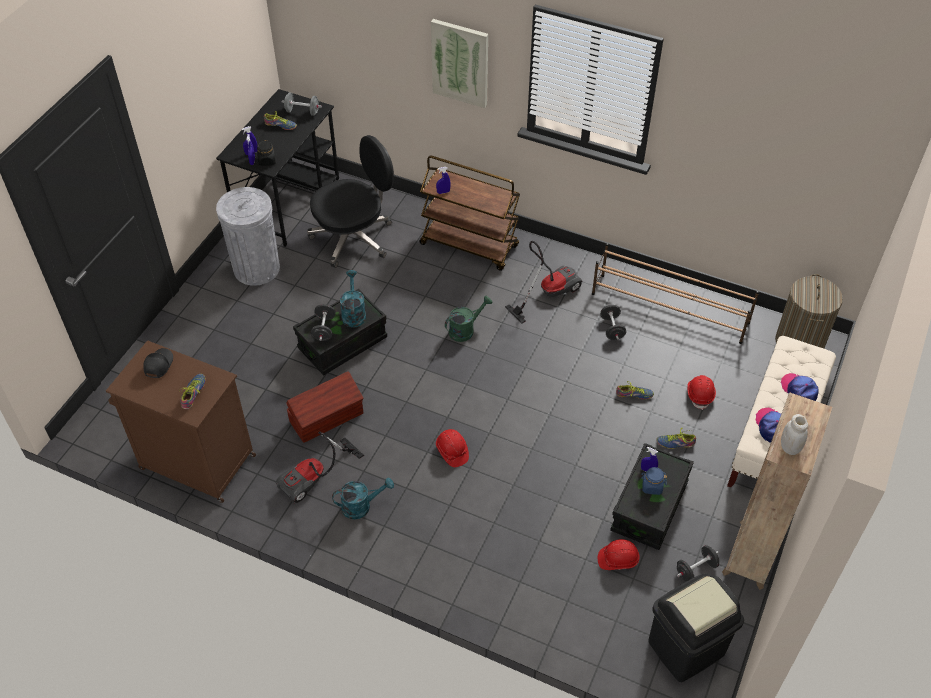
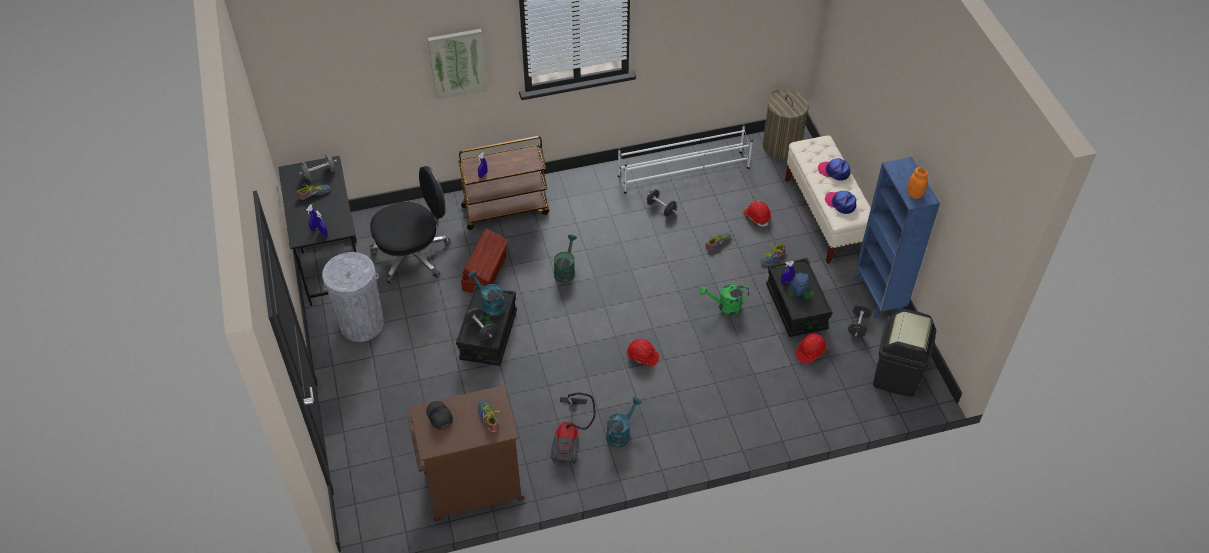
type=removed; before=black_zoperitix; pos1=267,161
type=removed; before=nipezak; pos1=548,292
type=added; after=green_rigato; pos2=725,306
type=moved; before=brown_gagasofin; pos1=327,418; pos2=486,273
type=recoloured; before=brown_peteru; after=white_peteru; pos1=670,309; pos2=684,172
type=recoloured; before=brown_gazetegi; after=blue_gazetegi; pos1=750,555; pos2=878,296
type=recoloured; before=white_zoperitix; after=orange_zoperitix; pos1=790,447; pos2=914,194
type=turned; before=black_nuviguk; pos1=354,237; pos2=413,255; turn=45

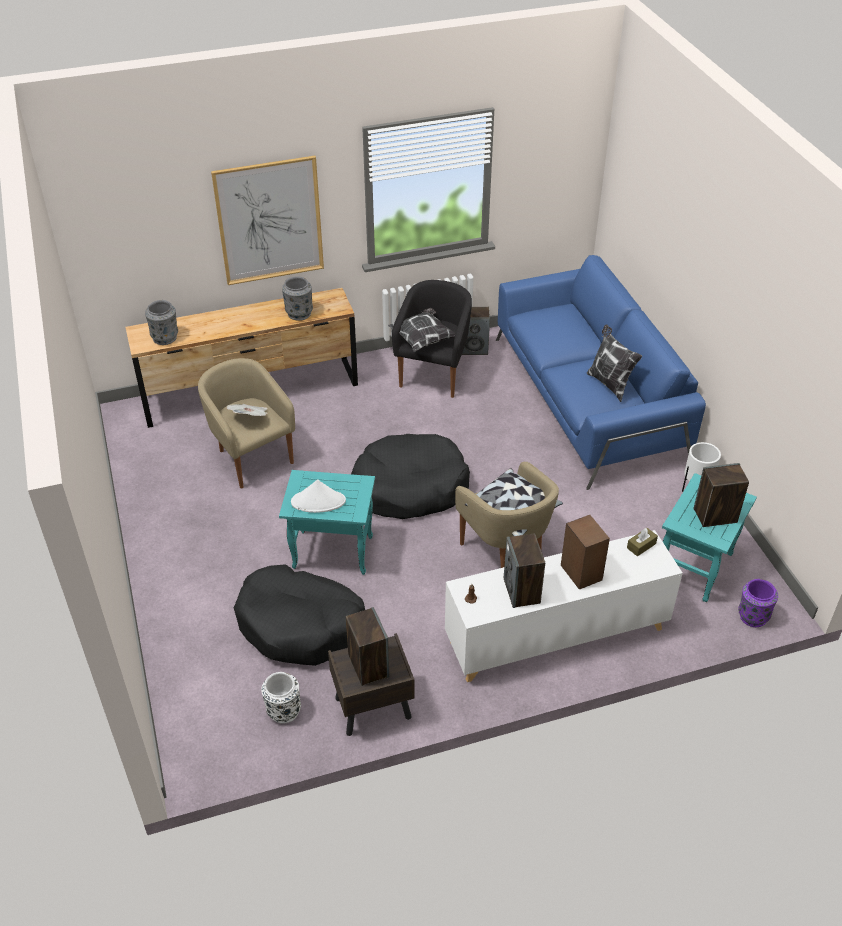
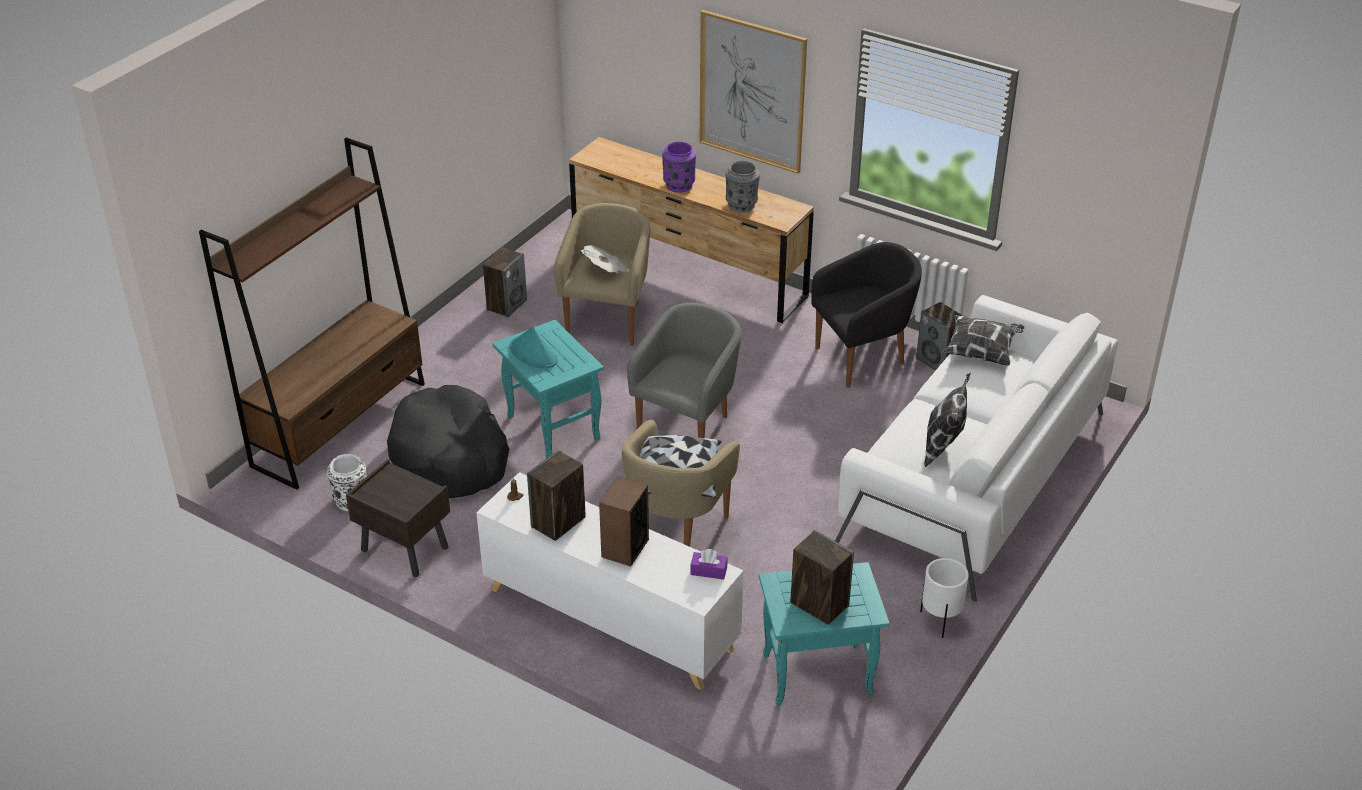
type=removed; before=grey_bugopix; pos1=165,337
type=added; after=brown_gazetegi; pos2=340,424
type=moved; before=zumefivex; pos1=368,666; pos2=507,305
type=moved; before=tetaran; pos1=423,339; pos2=982,352
type=moved; before=purple_bugopix; pos1=752,616; pos2=679,185
type=replaced; before=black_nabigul; after=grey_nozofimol; pos1=409,487; pos2=689,427
type=recoloured; before=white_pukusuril; after=turquoise_pukusuril; pos1=318,501; pos2=533,354
type=recoloured; before=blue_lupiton; after=white_lupiton; pos1=588,398; pos2=974,475
type=recoloured; before=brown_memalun; after=purple_memalun; pos1=641,546; pos2=708,571

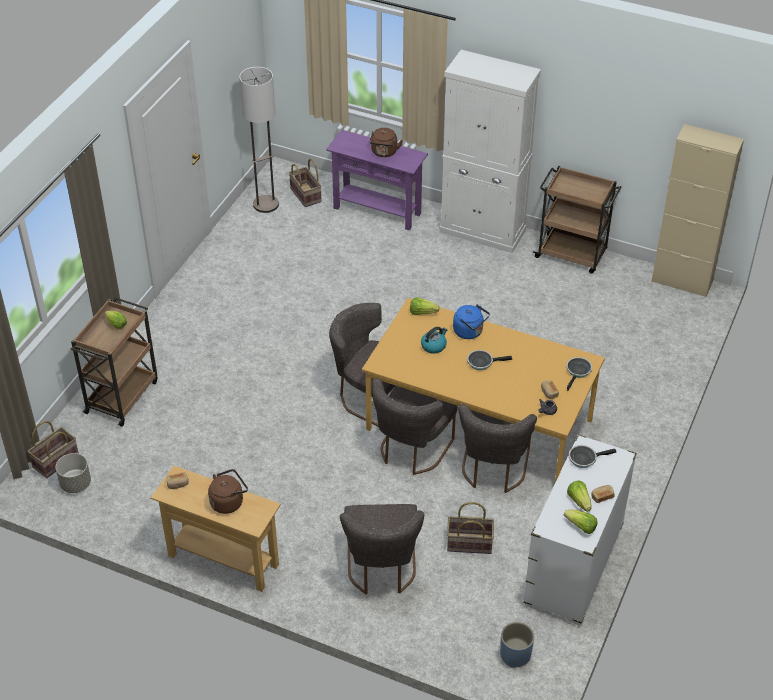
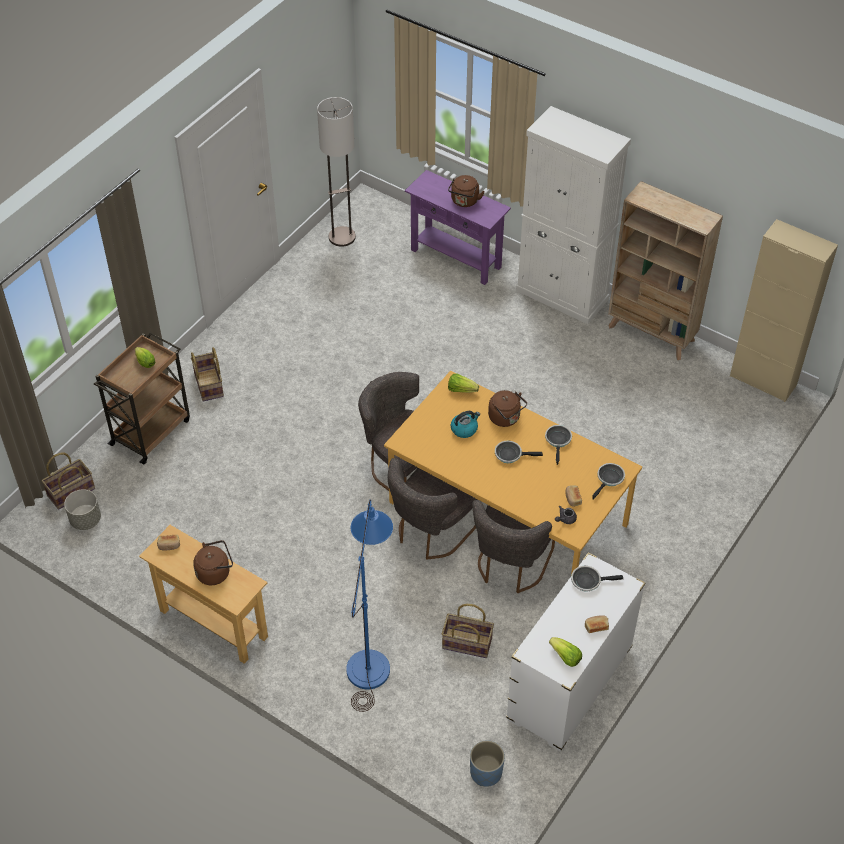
type=removed; before=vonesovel; pos1=579,501
type=added; after=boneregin; pos2=558,441
type=moved; before=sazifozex; pos1=306,195; pos2=209,385
type=replaced; before=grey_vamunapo; after=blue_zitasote; pos1=381,570; pos2=370,659
type=replaced; before=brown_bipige; after=beige_gazetegi; pos1=572,254; pos2=651,334
type=recoloured; before=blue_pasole; after=brown_pasole; pos1=470,332; pos2=506,418

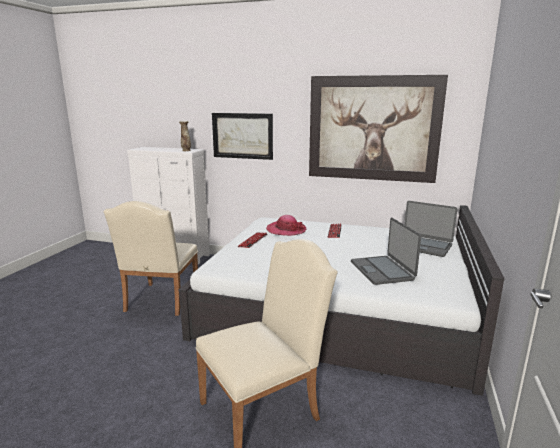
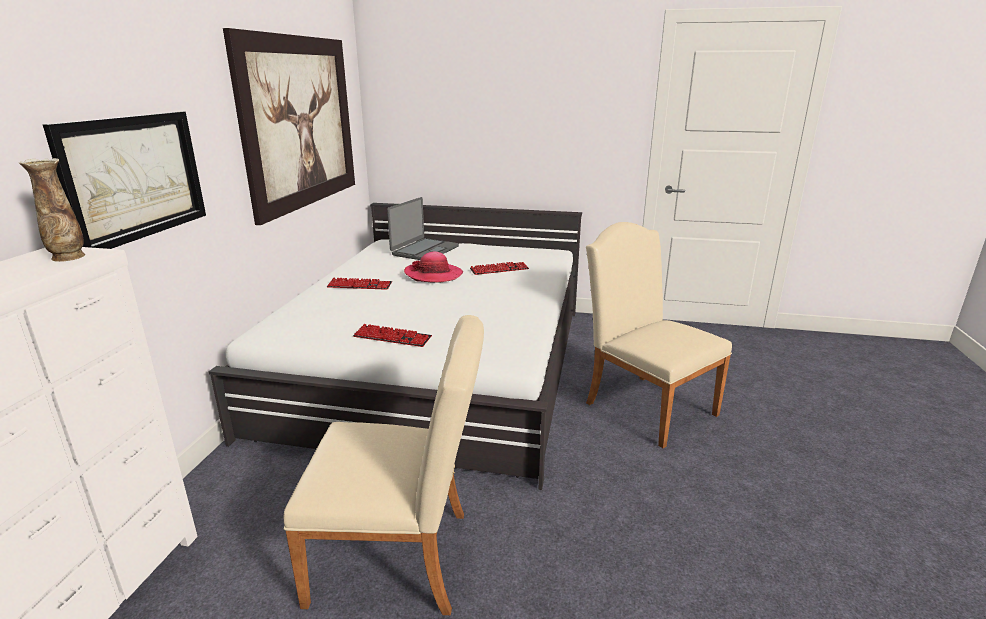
type=moved; before=pukusuril; pos1=286,230; pos2=433,275
type=replaced; before=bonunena; after=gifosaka; pos1=382,270; pos2=499,269

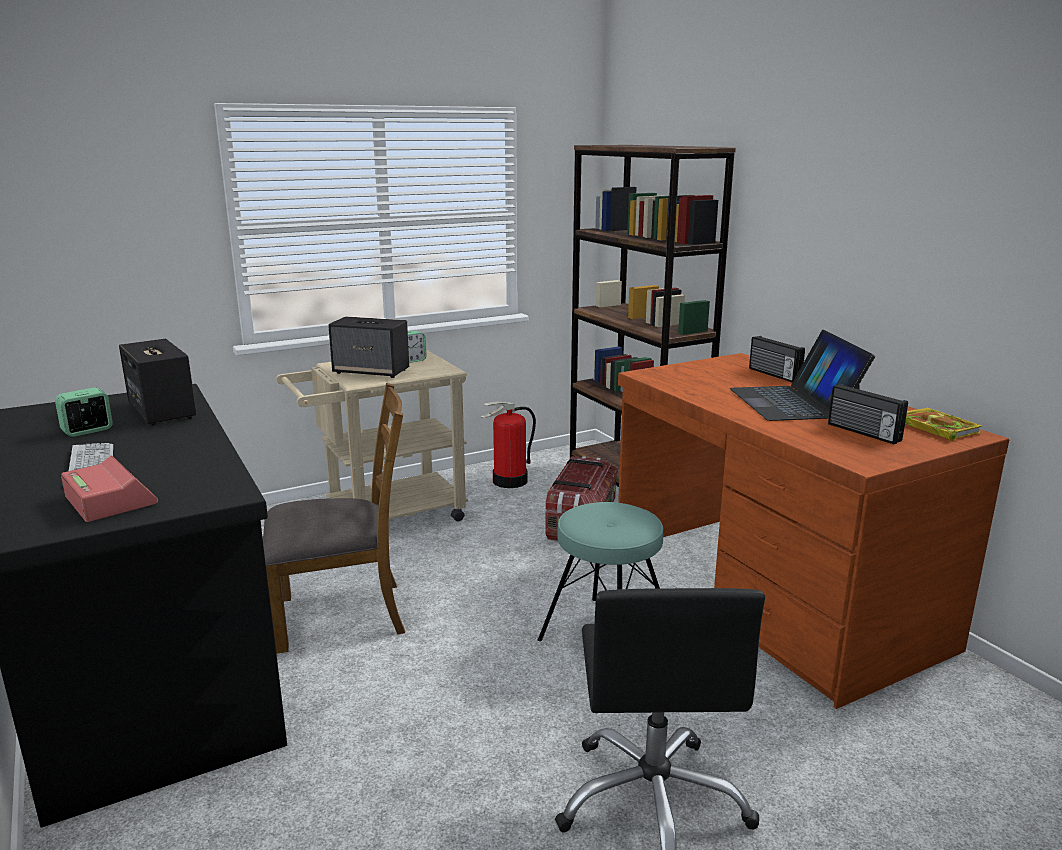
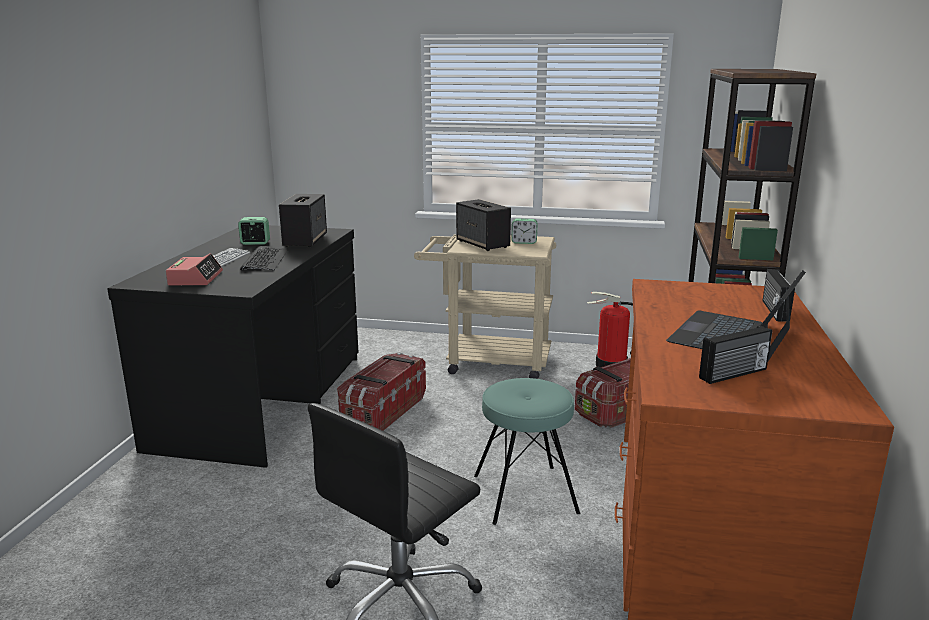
type=removed; before=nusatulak; pos1=934,427
type=added; after=gifosaka; pos2=265,260
type=replaced; before=brown_vamunapo; after=gagasofin; pos1=342,615; pos2=383,411
type=turned; before=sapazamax; pos1=863,432; pos2=734,374; turn=-120

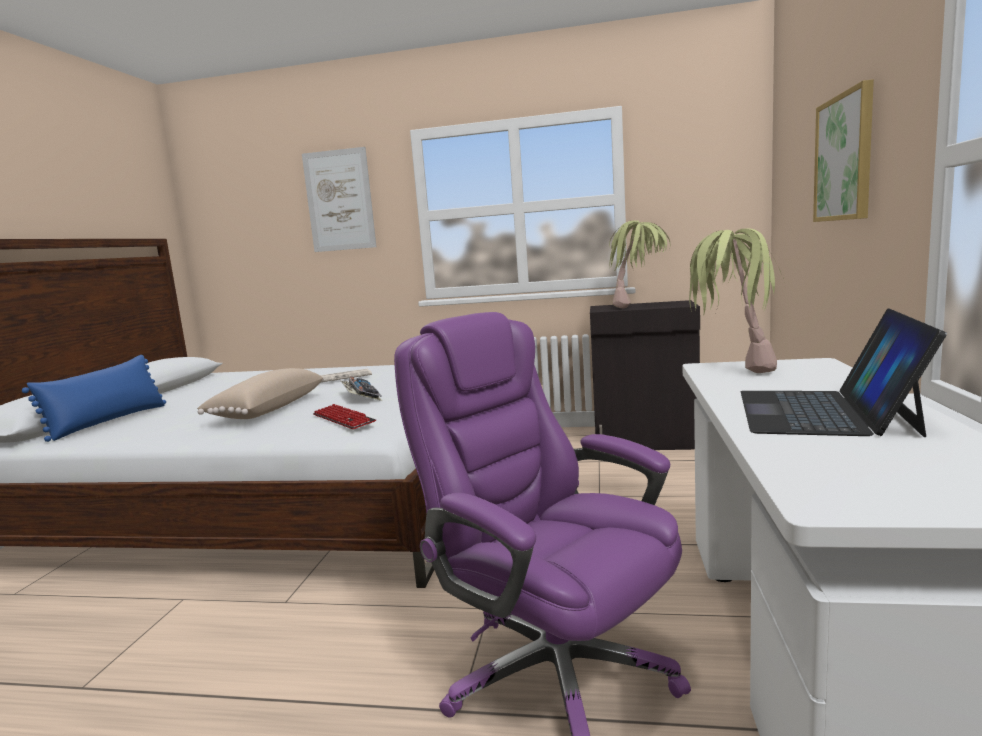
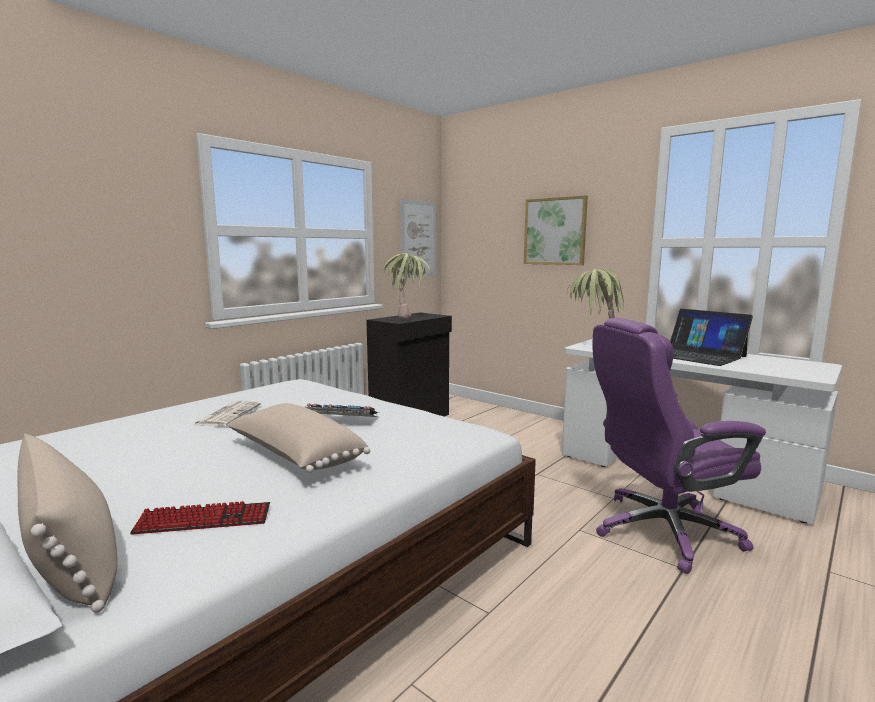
type=moved; before=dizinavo; pos1=339,200; pos2=418,239
type=moved; before=gifosaka; pos1=343,419; pos2=203,520
type=recoloured; before=blue_tetaran; after=beige_tetaran; pos1=108,421; pos2=72,555

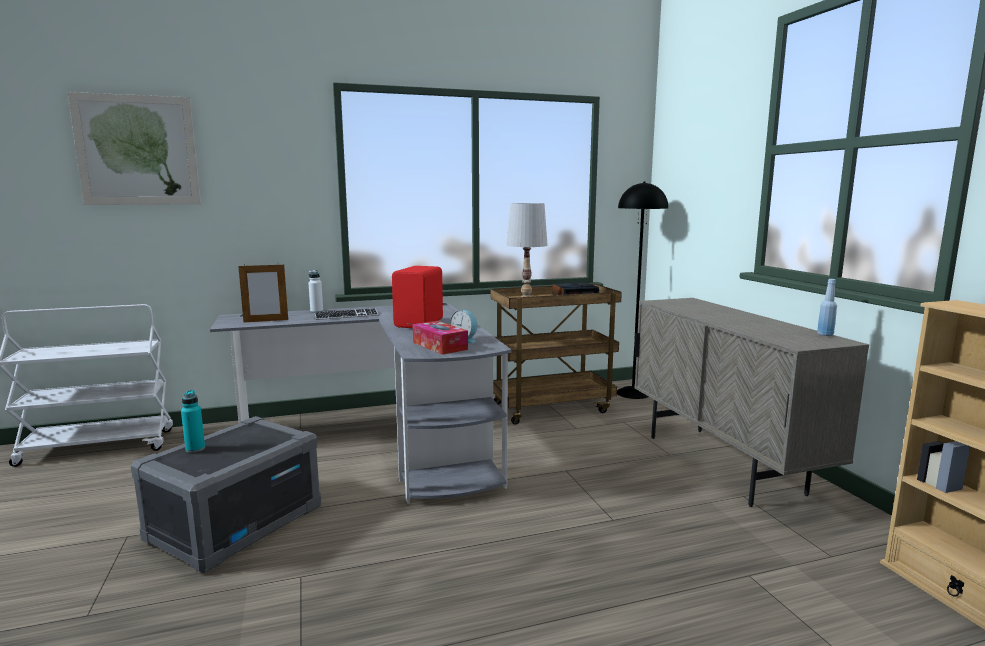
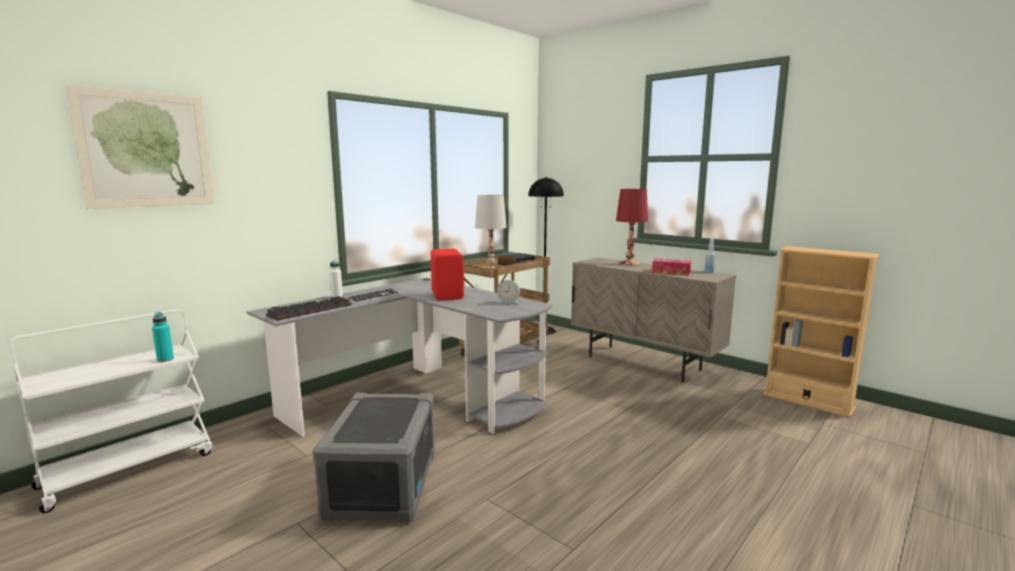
type=added; after=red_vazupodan; pos2=629,263
type=moved; before=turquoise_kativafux; pos1=195,449; pos2=165,359
type=moved; before=memalun; pos1=440,346; pos2=671,272
type=replaced; before=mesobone; after=gifosaka; pos1=266,321; pos2=311,310

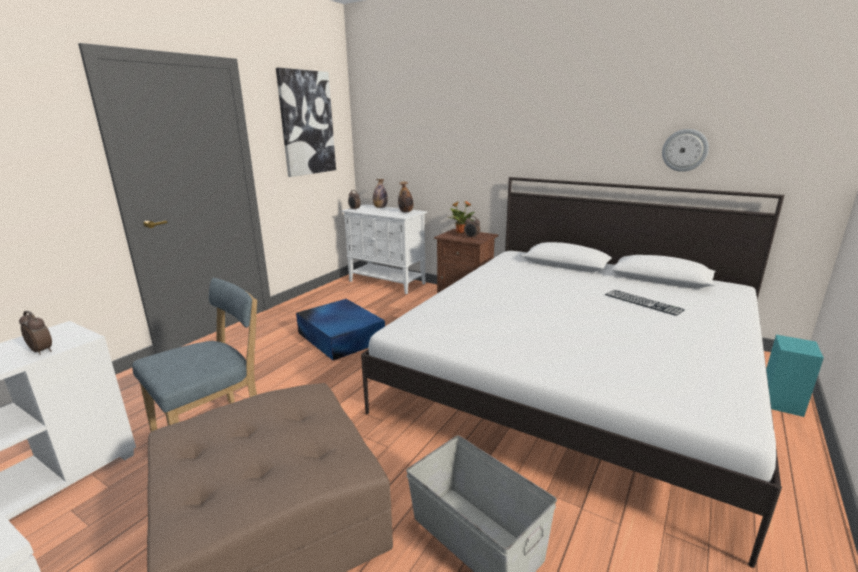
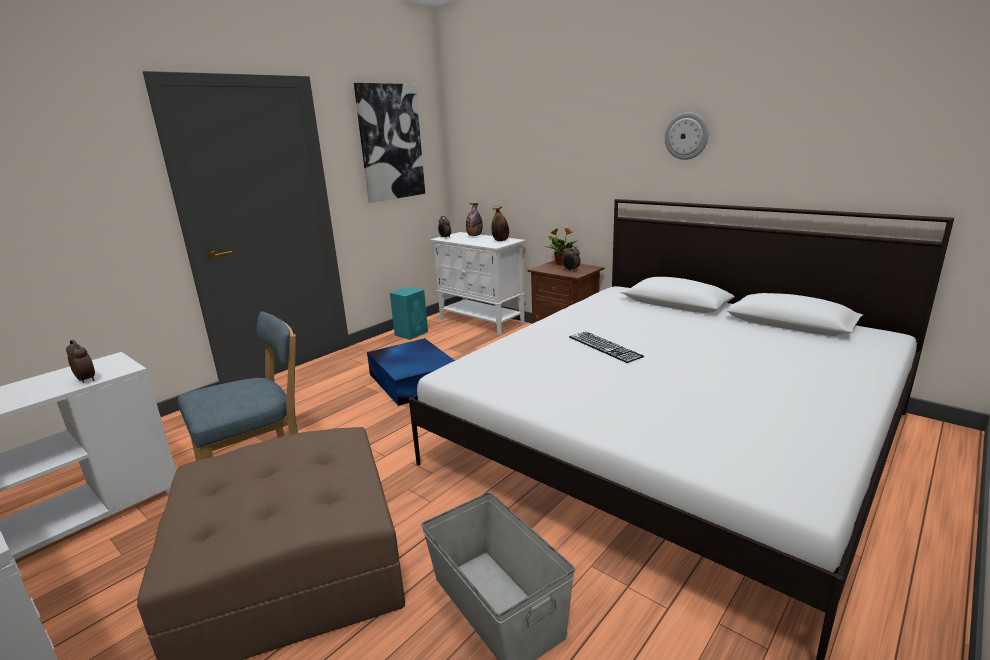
type=moved; before=gifosaka; pos1=643,302; pos2=604,346
type=moved; before=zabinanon; pos1=684,150; pos2=686,136
type=moved; before=turquoise_zumefivex; pos1=781,401; pos2=412,333

